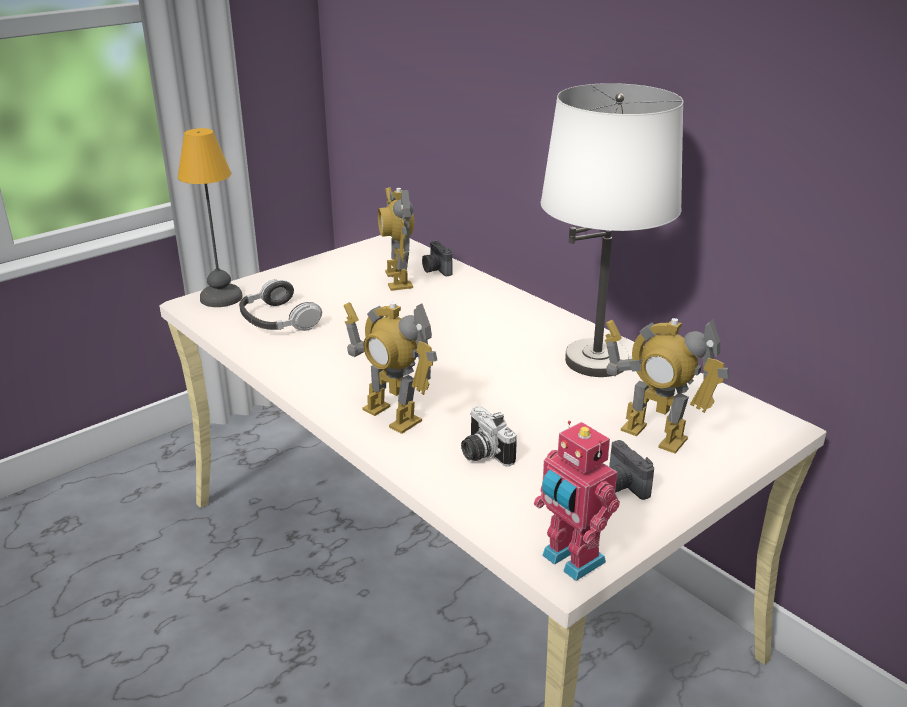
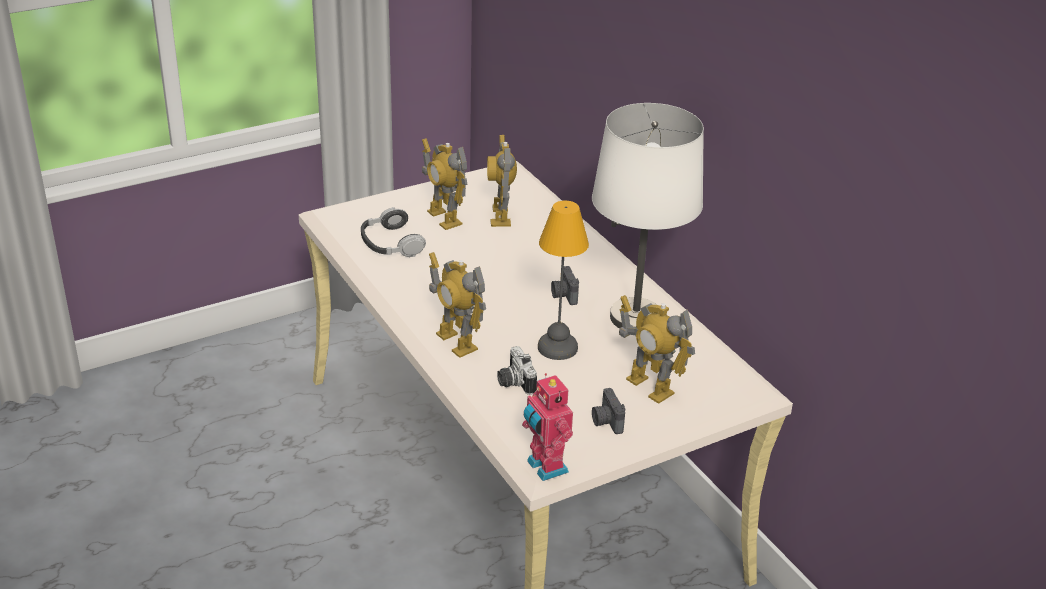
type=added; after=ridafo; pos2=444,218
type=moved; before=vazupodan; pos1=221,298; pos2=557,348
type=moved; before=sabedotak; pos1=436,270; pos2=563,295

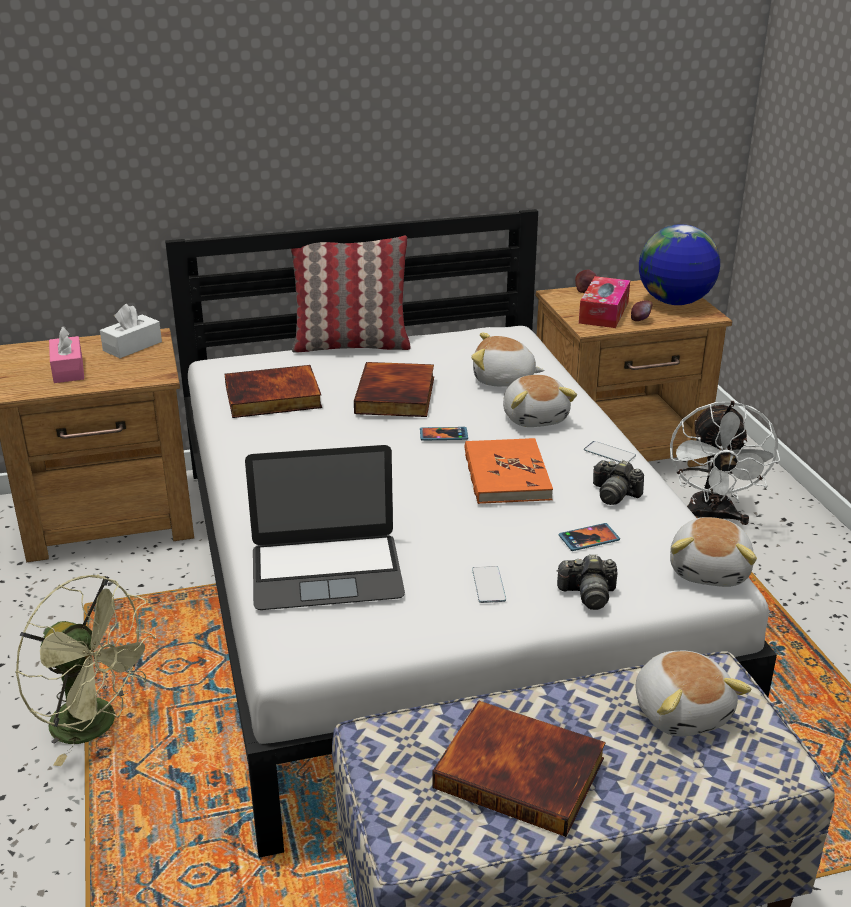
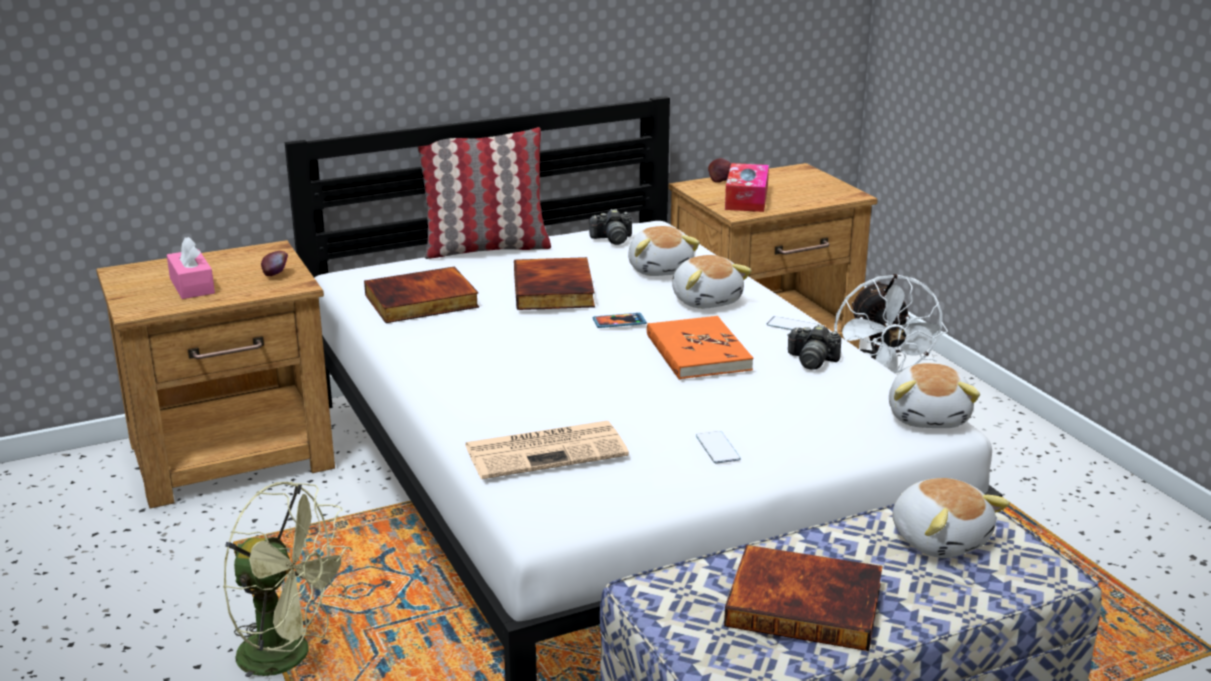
type=removed; before=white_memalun; pos1=132,346
type=removed; before=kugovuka; pos1=589,539
type=removed; before=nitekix; pos1=674,302
type=moved; before=sabedotak; pos1=588,594; pos2=612,239
type=moved; before=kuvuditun; pos1=640,321; pos2=276,275
type=replaced; before=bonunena; after=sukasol; pos1=326,571; pos2=547,450
type=turned; before=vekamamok; pos1=503,380; pos2=661,269; turn=-105

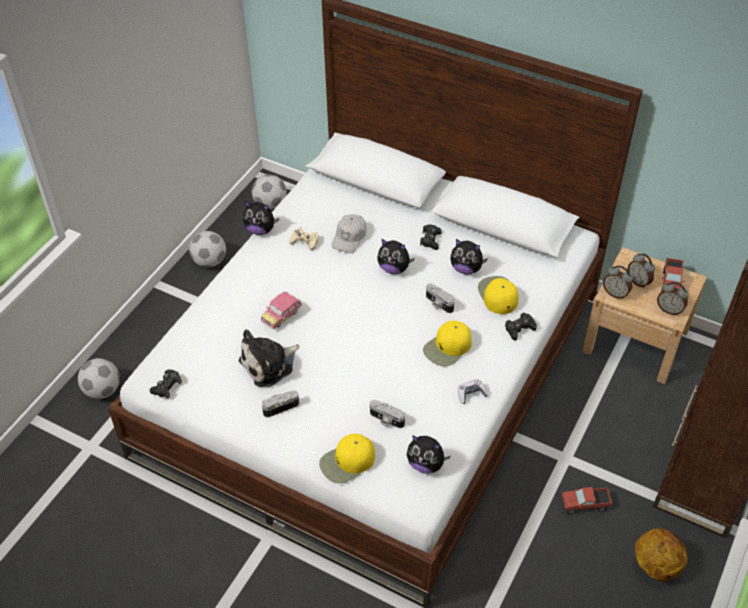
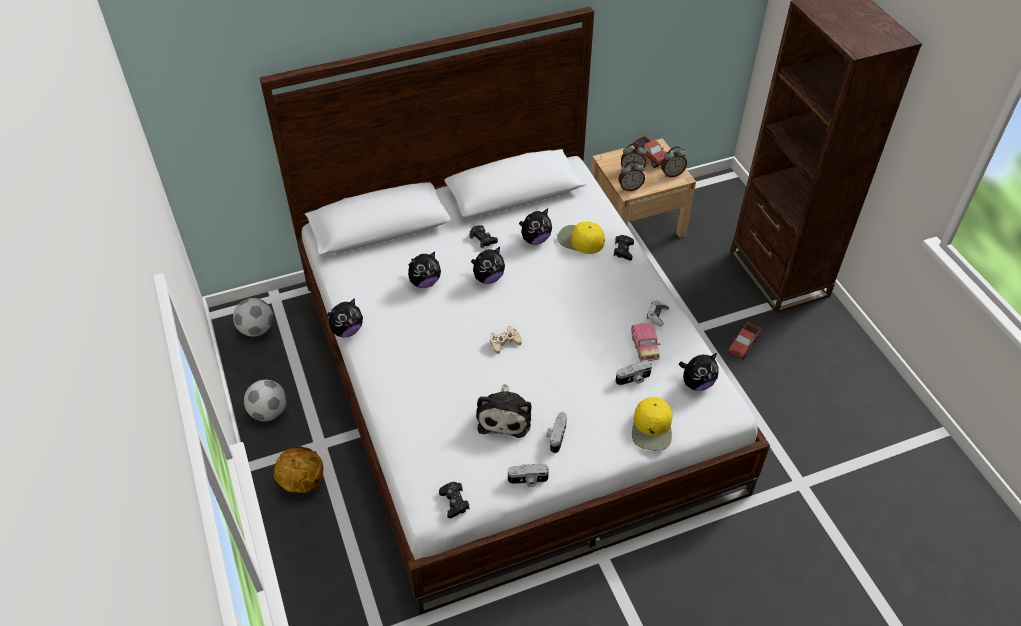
type=removed; before=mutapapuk; pos1=102,390
type=removed; before=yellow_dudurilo; pos1=448,348
type=moved; before=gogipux; pos1=282,315; pos2=644,346
type=moved; before=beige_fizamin; pos1=305,241; pos2=504,342
type=moved; before=sabedotak; pos1=438,304; pos2=528,480
type=moved; before=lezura; pos1=655,565; pos2=302,482
type=replaced; before=white_dudurilo; after=vekamamok; pos1=349,238; pos2=424,282

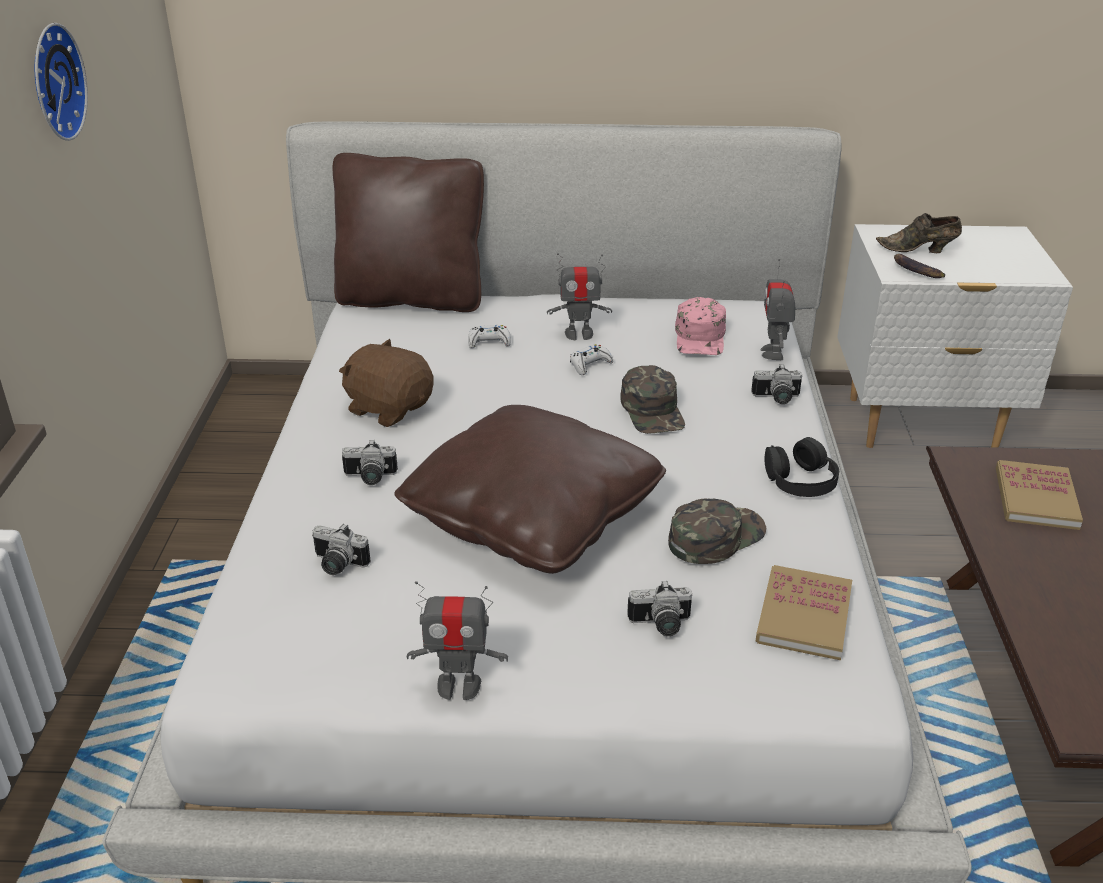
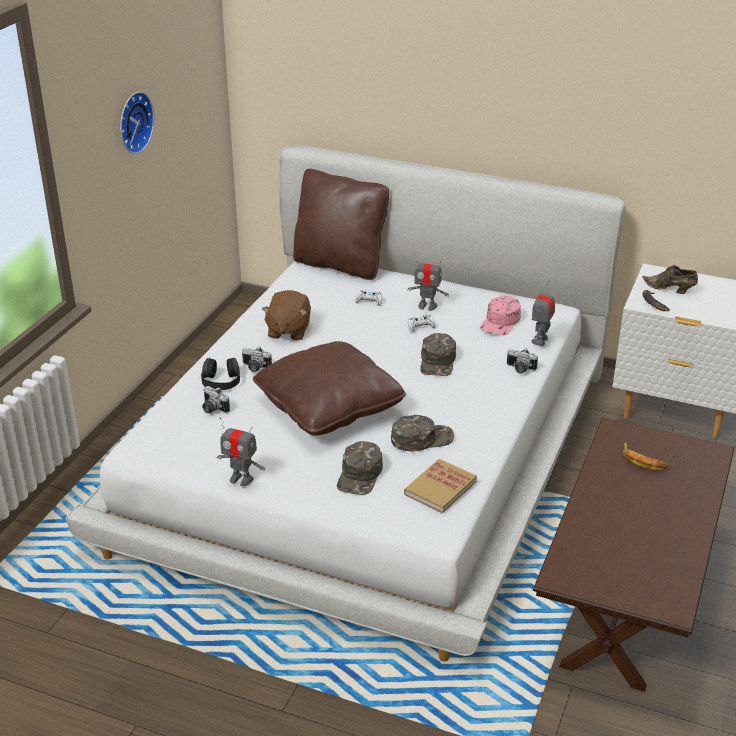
type=moved; before=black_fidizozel; pos1=800,479; pos2=221,380
type=replaced; before=sabedotak; after=green_dudurilo; pos1=661,625; pos2=360,475
type=replaced; before=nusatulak; after=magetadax; pos1=1036,498; pos2=643,461
type=turned; before=brown_vekamamok; pos1=389,408; pos2=288,331; turn=-135

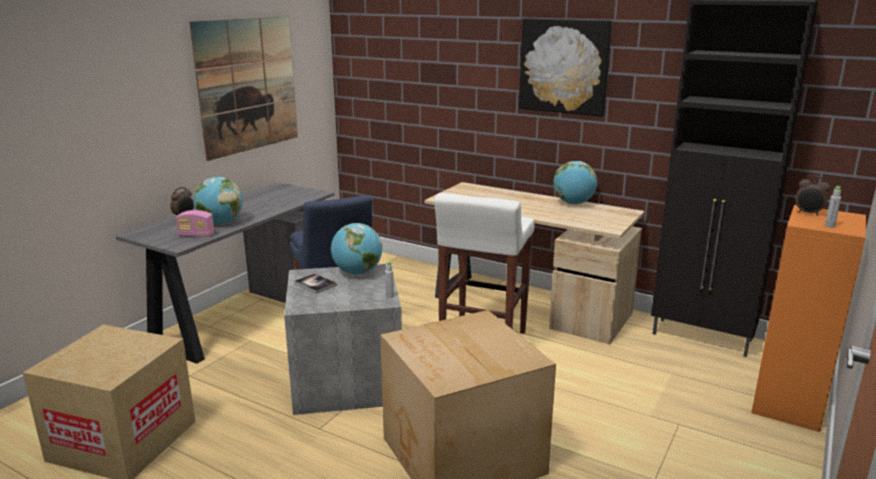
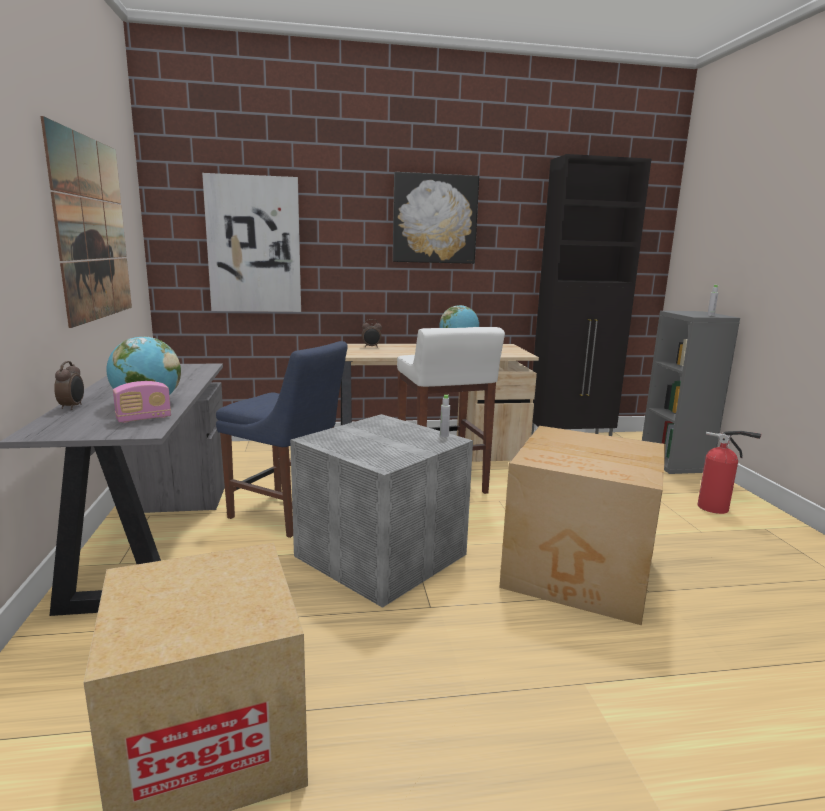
type=removed; before=nusatulak; pos1=315,284
type=removed; before=nitekix; pos1=357,273
type=added; after=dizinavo; pos2=254,245
type=added; after=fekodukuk; pos2=716,508
type=moved; before=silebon; pos1=808,213; pos2=371,347
type=recoloured; before=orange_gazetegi; after=grey_gazetegi; pos1=789,405; pos2=675,463

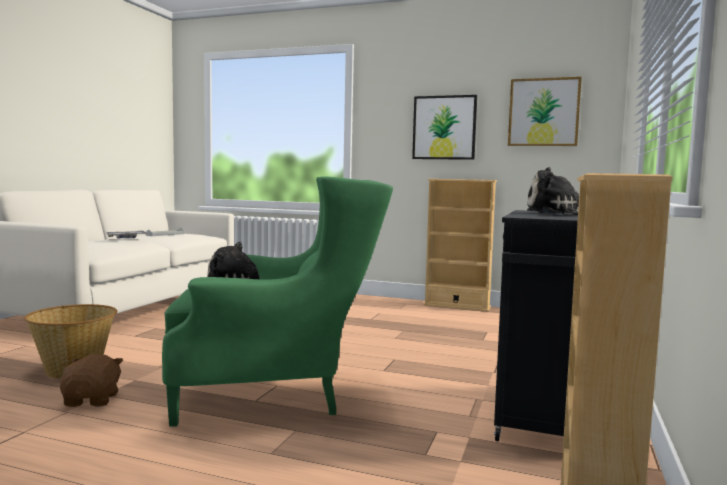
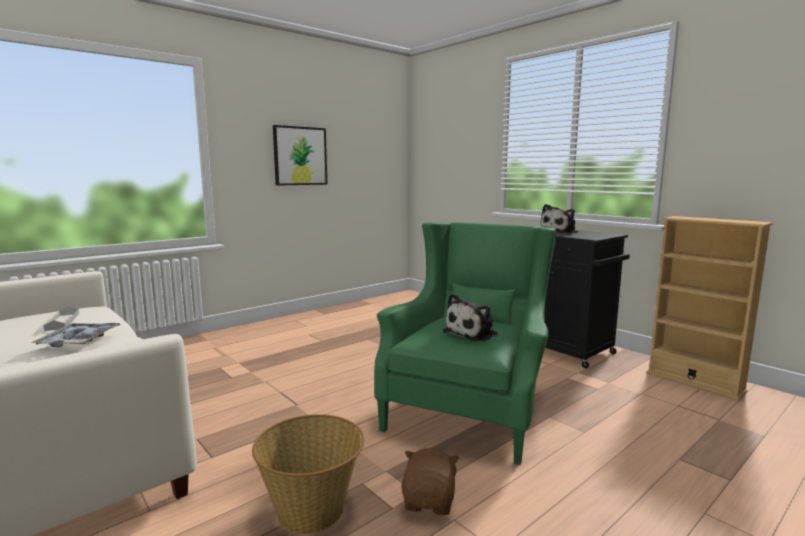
type=removed; before=beige_gazetegi; pos1=457,306
type=removed; before=dizinavo; pos1=543,112
type=turned; before=brown_vekamamok; pos1=92,400; pos2=429,501; turn=75

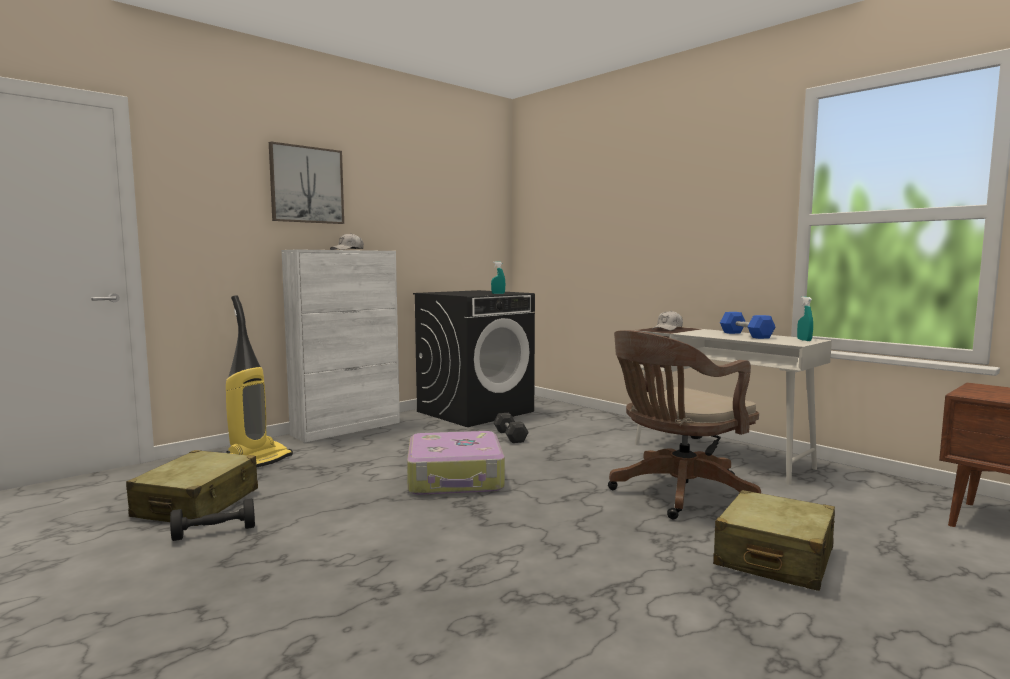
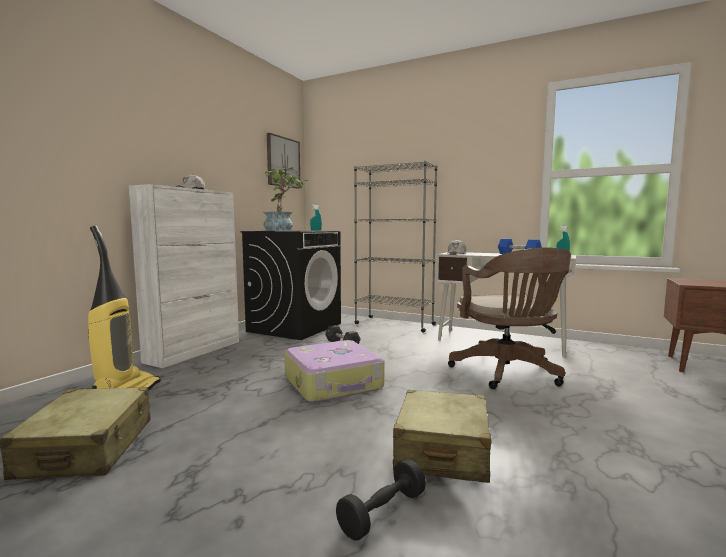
type=added; after=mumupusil; pos2=283,230
type=added; after=grey_gazetegi; pos2=394,324
type=moved; before=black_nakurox; pos1=214,532; pos2=382,513
type=moved; before=dizinavo; pos1=306,185; pos2=283,162
type=moved; before=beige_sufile; pos1=774,558; pos2=442,451
type=turned; before=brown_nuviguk; pos1=677,494; pos2=508,373; turn=-45

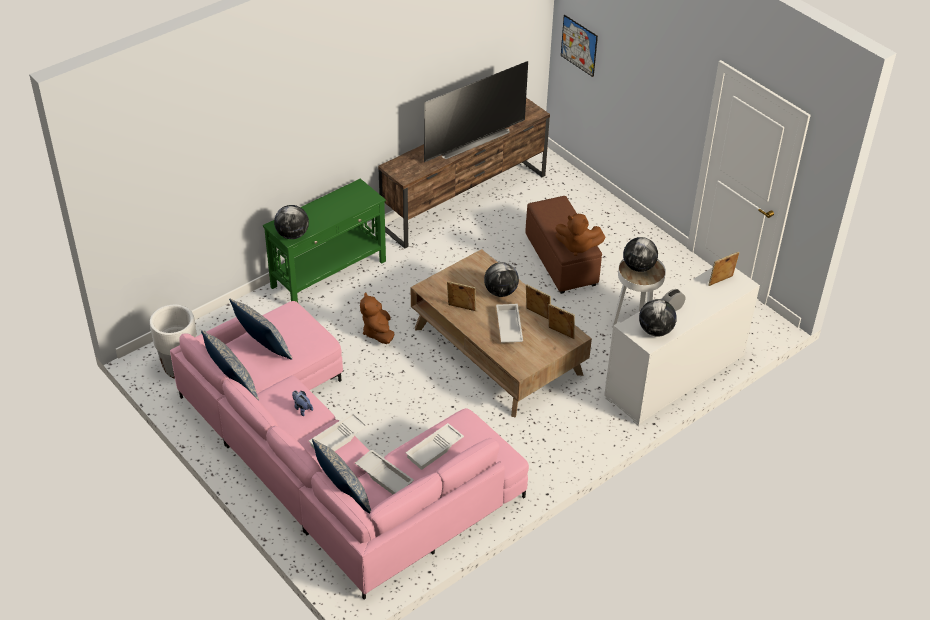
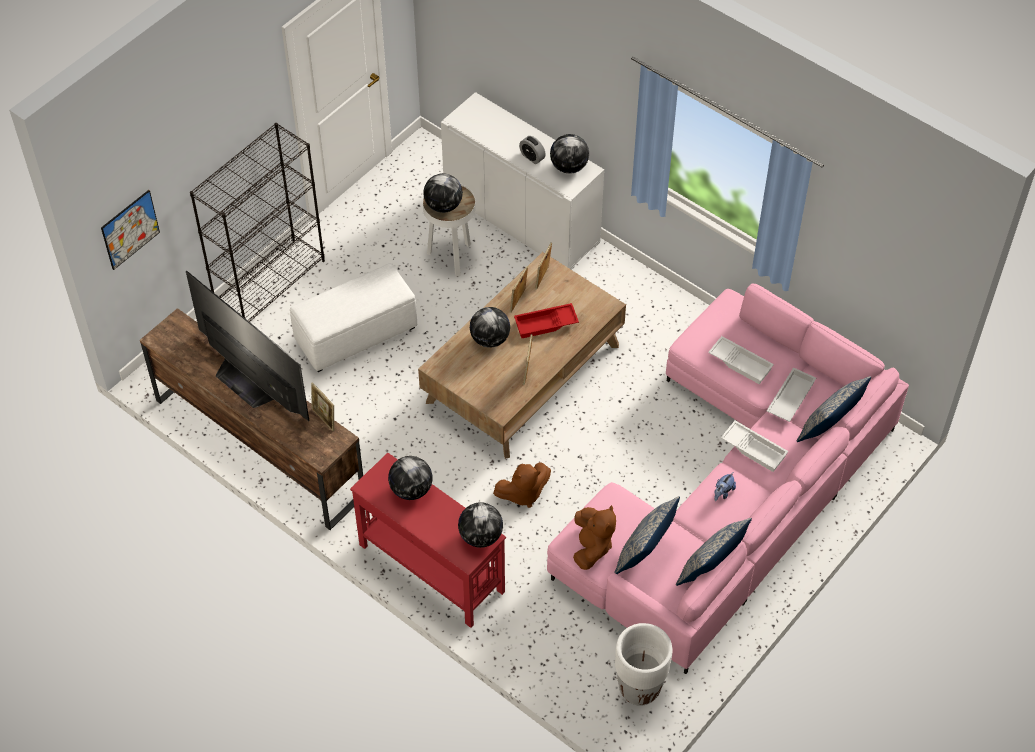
type=added; after=black_gazetegi; pos2=270,283
type=added; after=nitekix; pos2=411,489
type=moved; before=brown_vekamamok; pos1=577,246; pos2=591,547
type=moved; before=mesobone; pos1=721,282; pos2=324,419
type=recoloured; before=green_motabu; after=red_motabu; pos1=329,274; pos2=431,567
type=recoloured; before=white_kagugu; after=red_kagugu; pos1=508,327; pos2=545,324
type=recoloured; before=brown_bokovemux; after=white_bokovemux; pos1=560,260; pos2=355,334

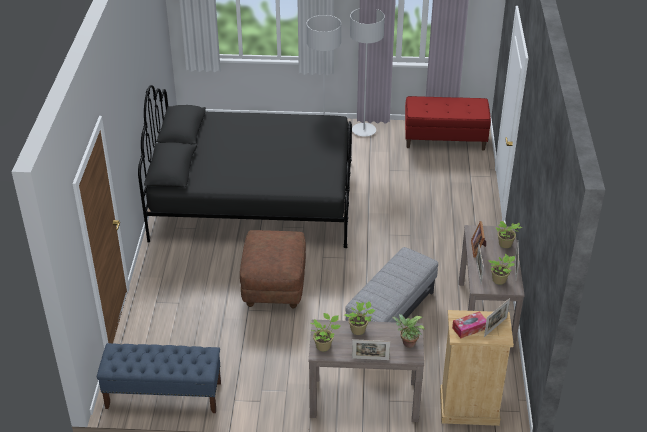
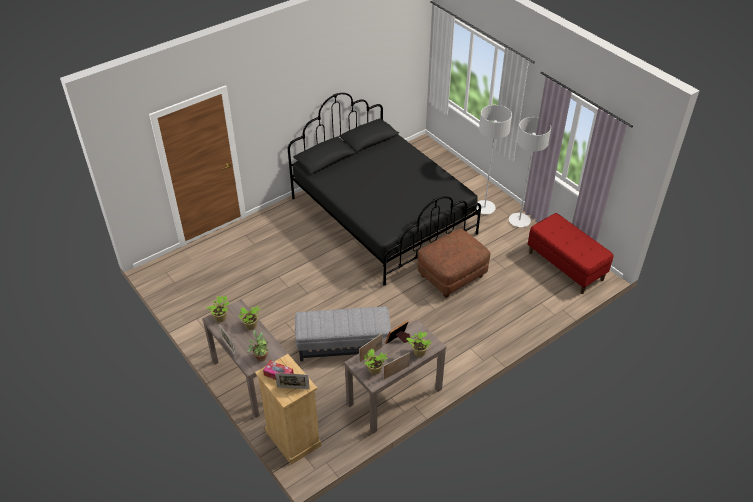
type=removed; before=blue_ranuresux; pos1=163,395
type=moved; before=brown_bokovemux; pos1=274,286; pos2=452,276

